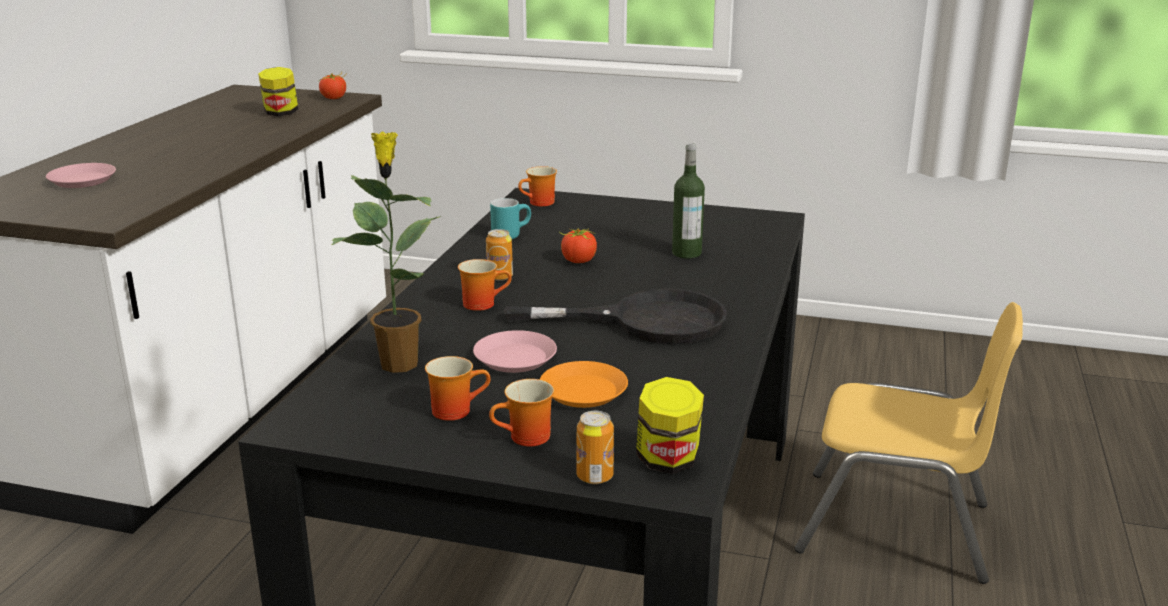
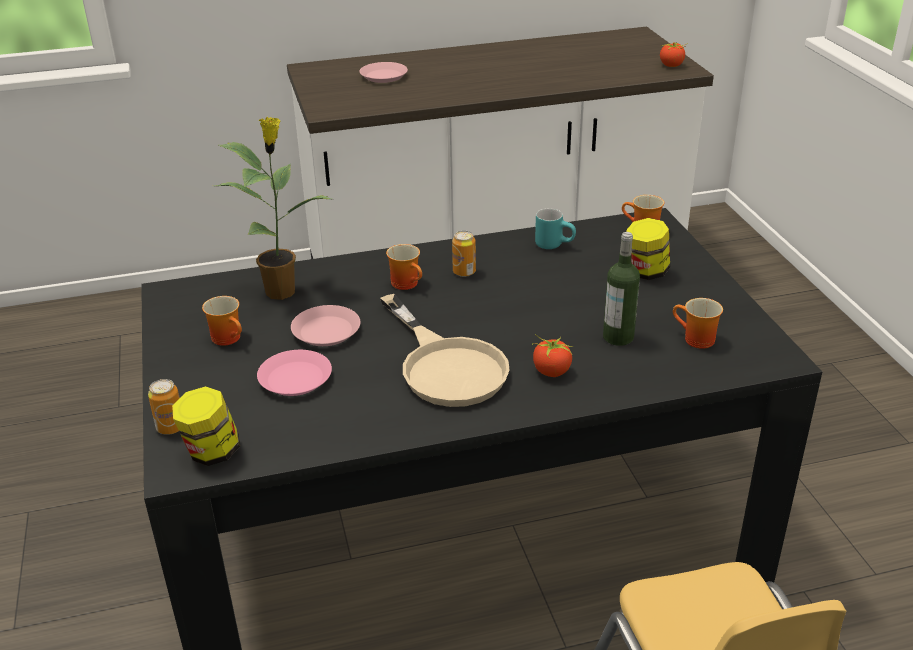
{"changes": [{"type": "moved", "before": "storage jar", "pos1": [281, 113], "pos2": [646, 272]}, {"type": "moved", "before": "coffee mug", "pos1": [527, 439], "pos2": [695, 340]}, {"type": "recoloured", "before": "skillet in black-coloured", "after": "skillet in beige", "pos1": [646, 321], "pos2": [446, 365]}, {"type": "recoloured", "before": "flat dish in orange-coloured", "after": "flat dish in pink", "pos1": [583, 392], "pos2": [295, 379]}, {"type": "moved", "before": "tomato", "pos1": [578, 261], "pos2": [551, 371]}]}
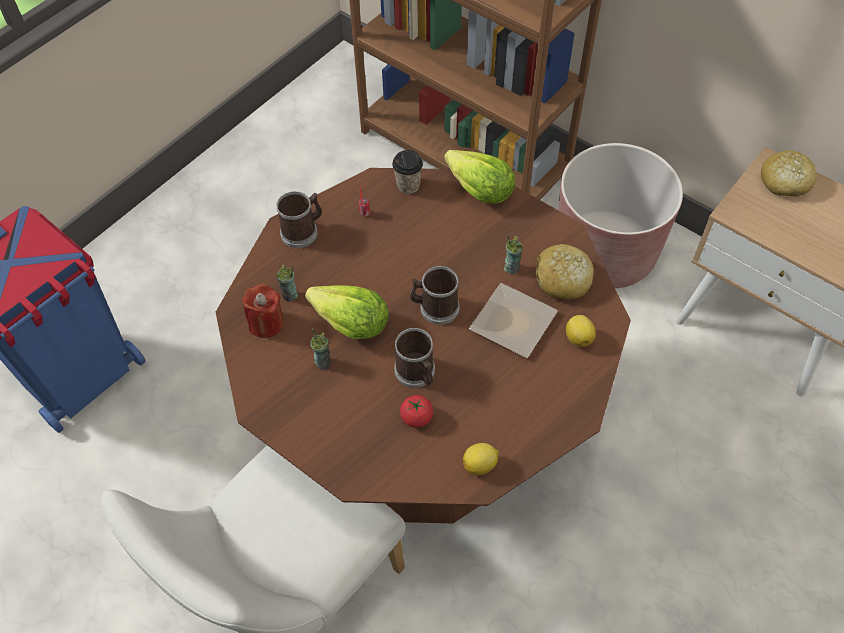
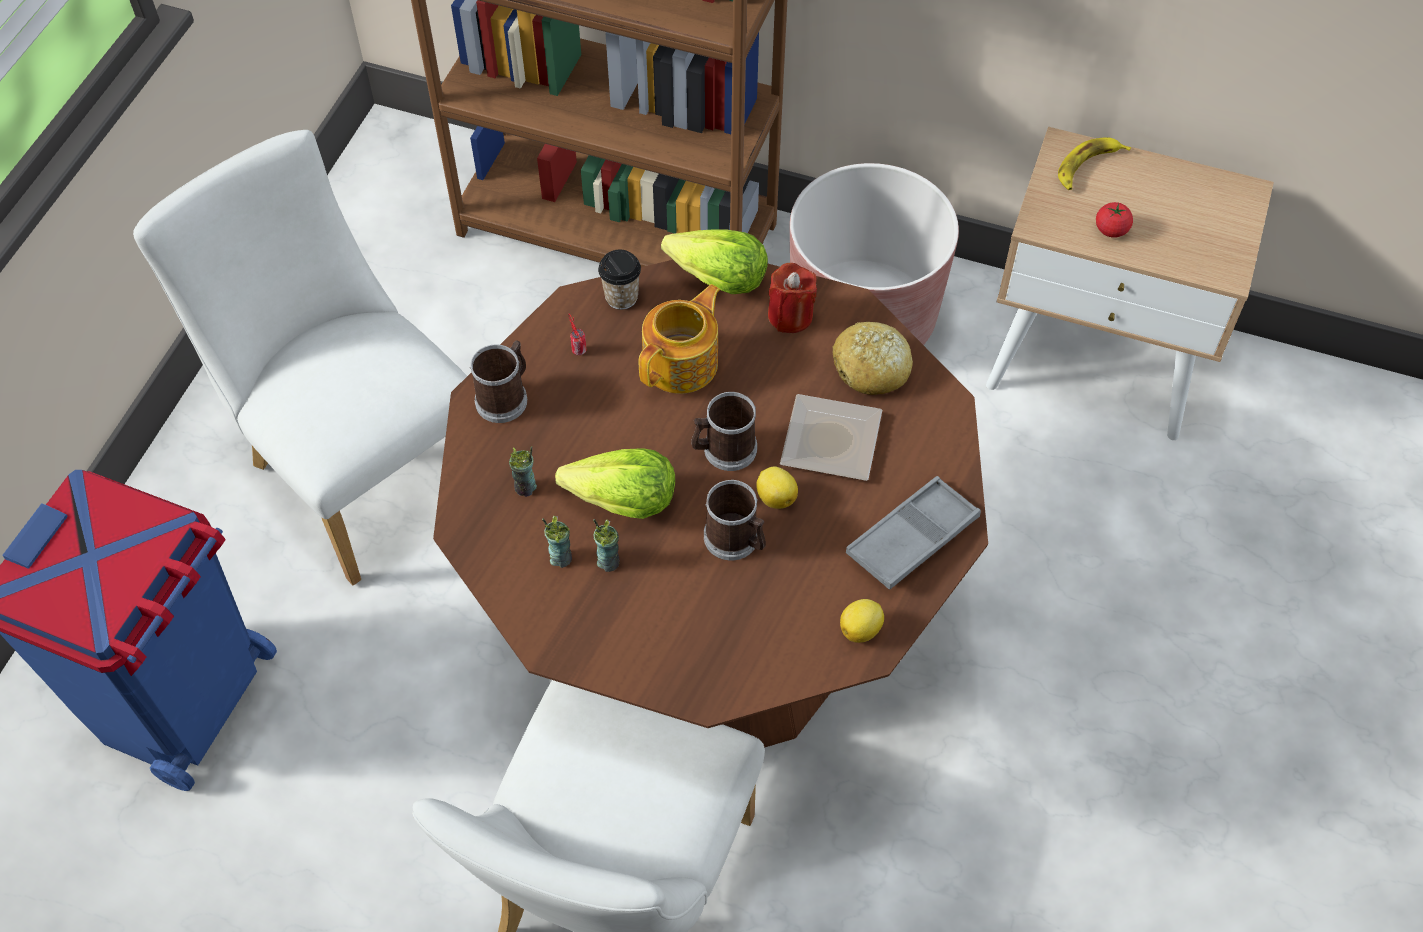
{"changes": [{"type": "moved", "before": "wax light in red", "pos1": [266, 323], "pos2": [790, 316]}, {"type": "moved", "before": "tomato", "pos1": [416, 417], "pos2": [1111, 230]}, {"type": "moved", "before": "cup", "pos1": [511, 268], "pos2": [560, 557]}, {"type": "moved", "before": "citrus fruit", "pos1": [578, 337], "pos2": [775, 497]}, {"type": "replaced", "before": "baked bread", "after": "banana fruit", "pos1": [784, 181], "pos2": [1088, 167]}, {"type": "added", "after": "upright chair in white-coloured", "pos2": [359, 466]}, {"type": "added", "after": "teapot", "pos2": [682, 363]}, {"type": "added", "after": "serving tray in greyish", "pos2": [912, 538]}]}
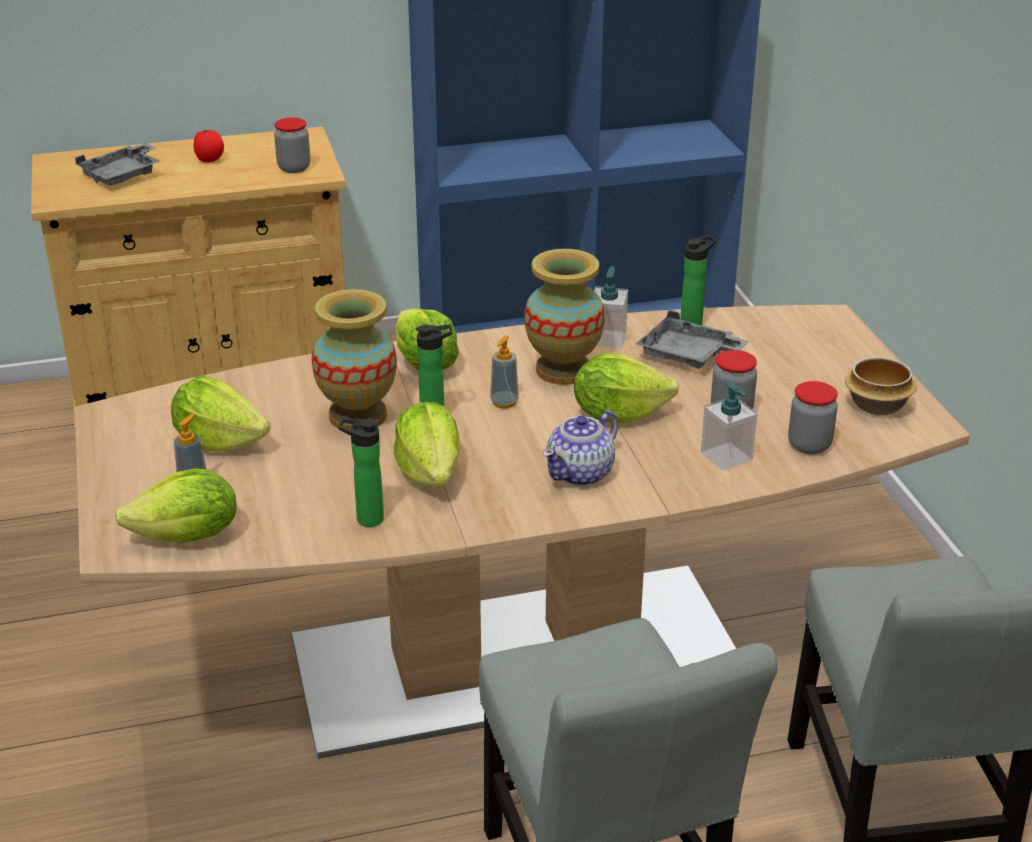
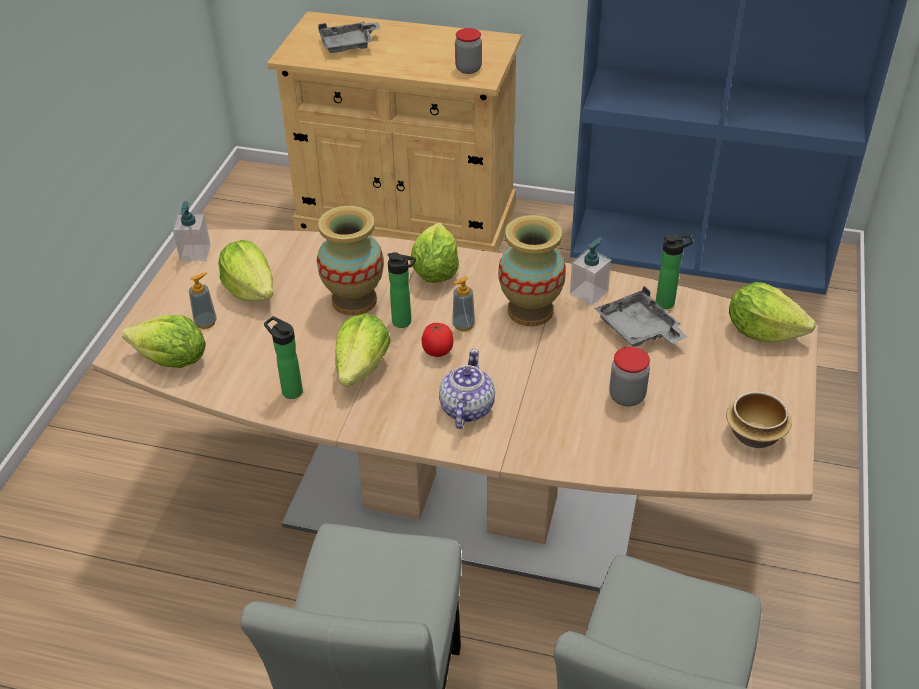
{"changes": [{"type": "moved", "before": "tomato", "pos1": [210, 160], "pos2": [438, 352]}, {"type": "turned", "before": "teapot", "pos1": [581, 473], "pos2": [466, 409], "turn": 120}, {"type": "moved", "before": "lettuce head", "pos1": [618, 414], "pos2": [762, 331]}, {"type": "moved", "before": "liquid soap bottle", "pos1": [726, 456], "pos2": [195, 253]}, {"type": "removed", "before": "storage jar", "pos1": [809, 445]}]}
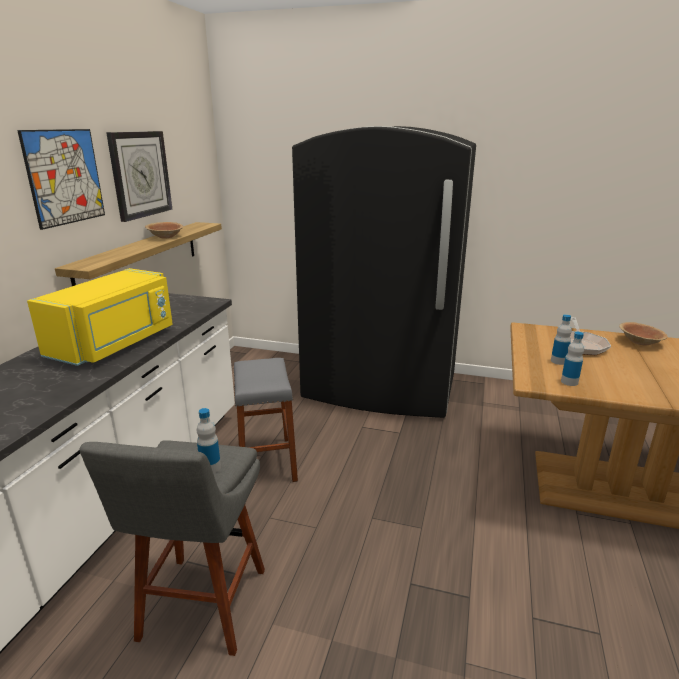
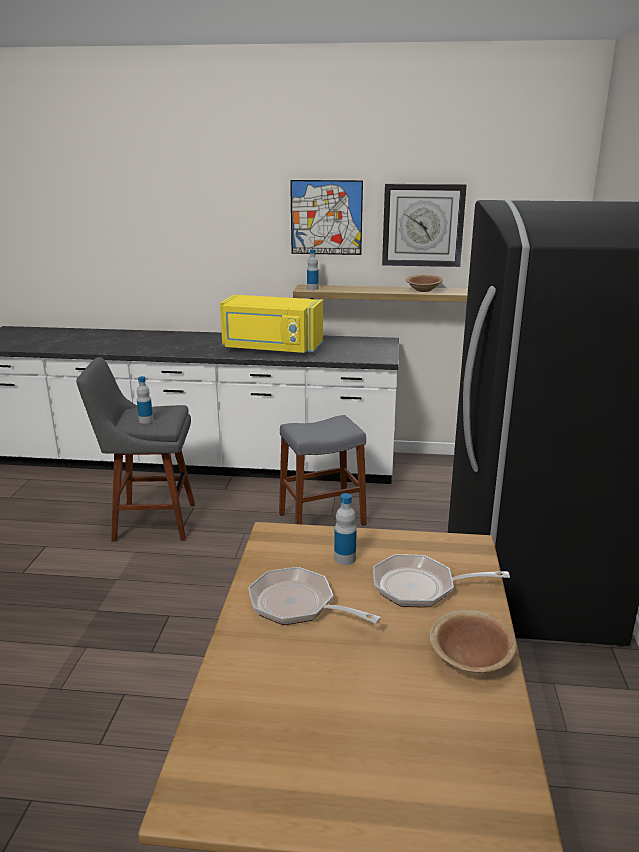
{"changes": [{"type": "moved", "before": "bottle", "pos1": [569, 382], "pos2": [312, 288]}, {"type": "added", "after": "skillet", "pos2": [298, 605]}]}
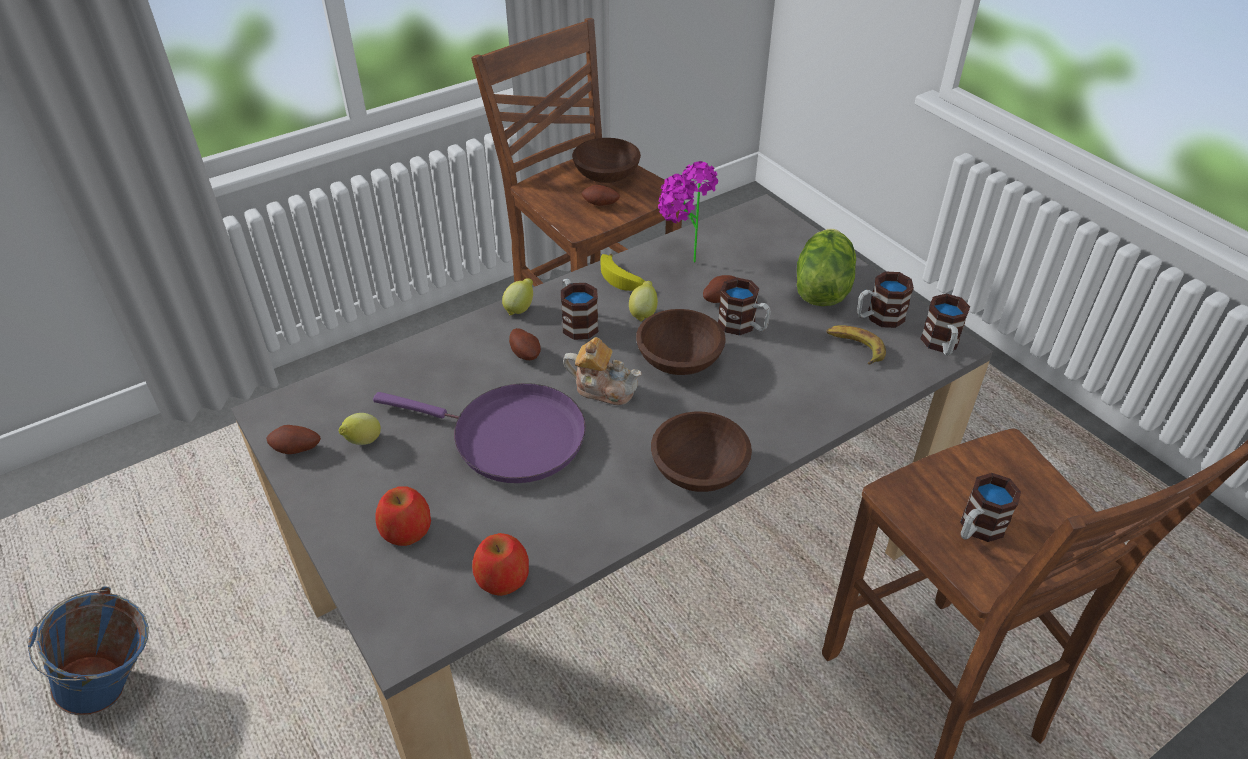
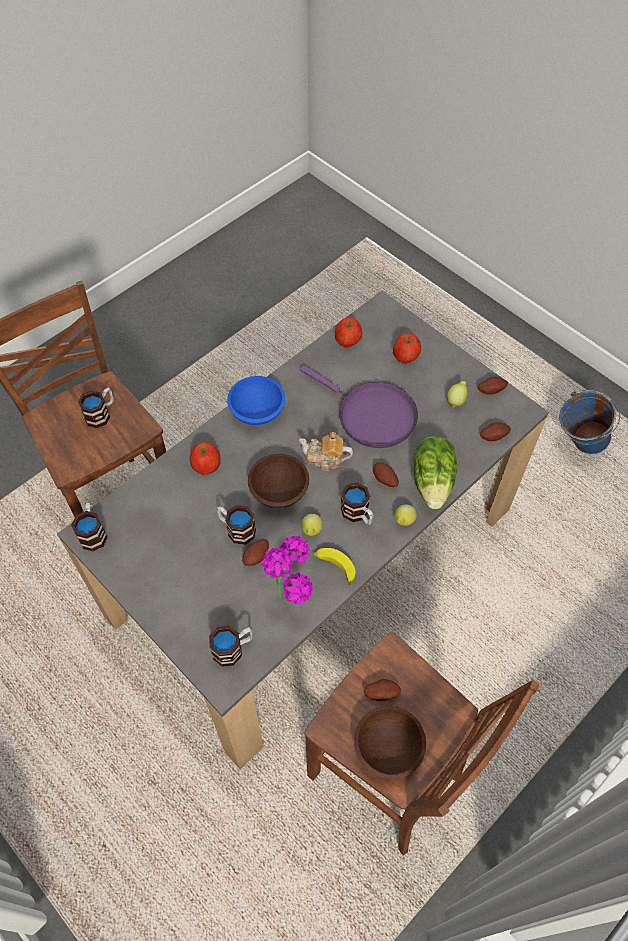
{"changes": [{"type": "turned", "before": "skillet in purple-coloured", "pos1": [510, 437], "pos2": [372, 415], "turn": -150}, {"type": "recoloured", "before": "bowl in brown-coloured", "after": "bowl in bluish", "pos1": [697, 470], "pos2": [258, 410]}, {"type": "moved", "before": "lettuce head", "pos1": [820, 289], "pos2": [433, 481]}, {"type": "removed", "before": "banana fruit", "pos1": [854, 347]}, {"type": "moved", "before": "coffee mug", "pos1": [878, 317], "pos2": [233, 649]}, {"type": "added", "after": "apple fruit", "pos2": [206, 465]}, {"type": "added", "after": "potato", "pos2": [493, 436]}]}
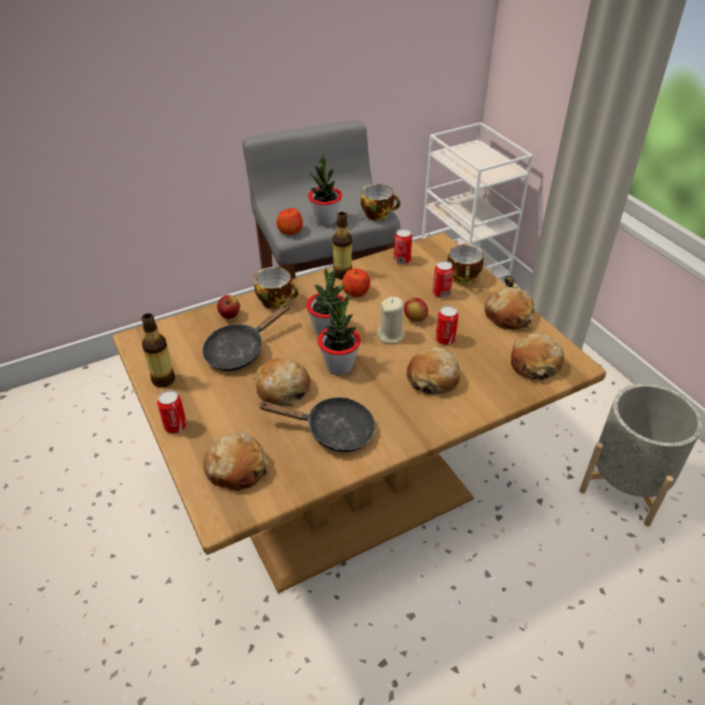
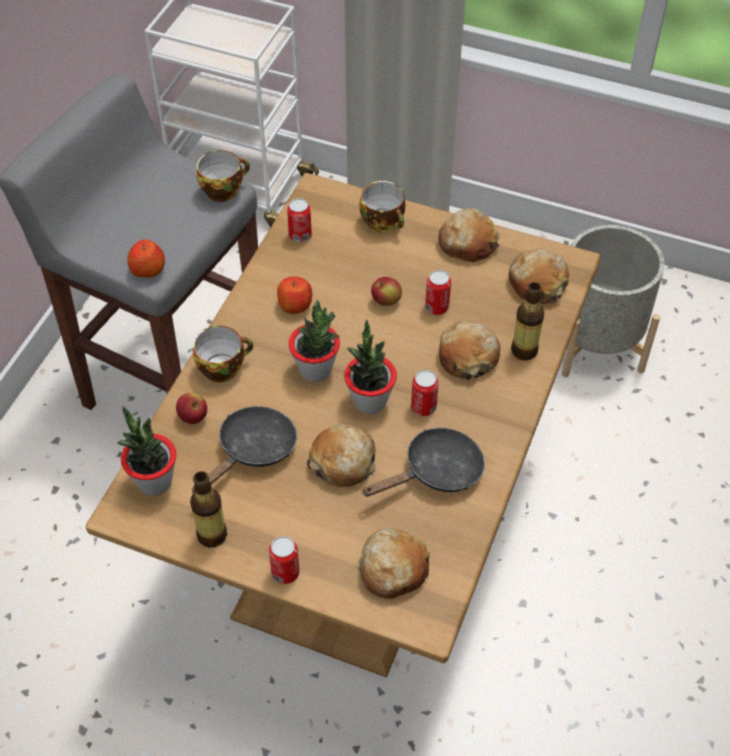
{"changes": [{"type": "turned", "before": "skillet in black-coloured", "pos1": [239, 351], "pos2": [253, 451], "turn": -150}, {"type": "moved", "before": "houseplant", "pos1": [325, 220], "pos2": [154, 481]}, {"type": "moved", "before": "bottle", "pos1": [342, 274], "pos2": [524, 350]}, {"type": "removed", "before": "wax light in beige", "pos1": [391, 335]}, {"type": "moved", "before": "can", "pos1": [441, 293], "pos2": [423, 407]}]}
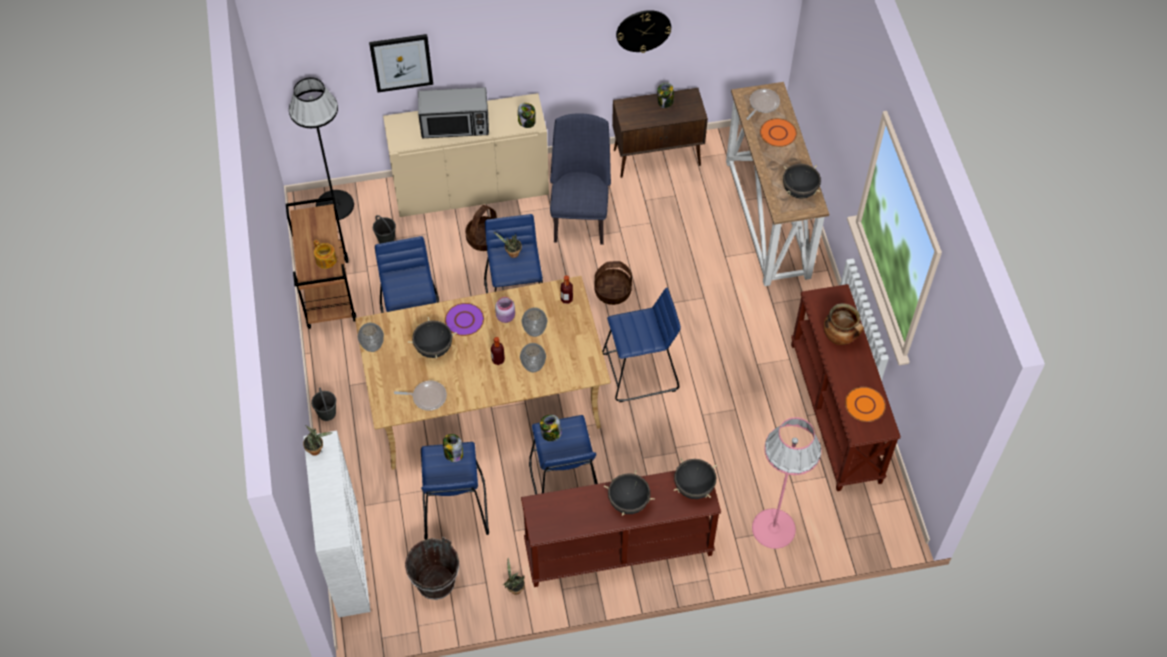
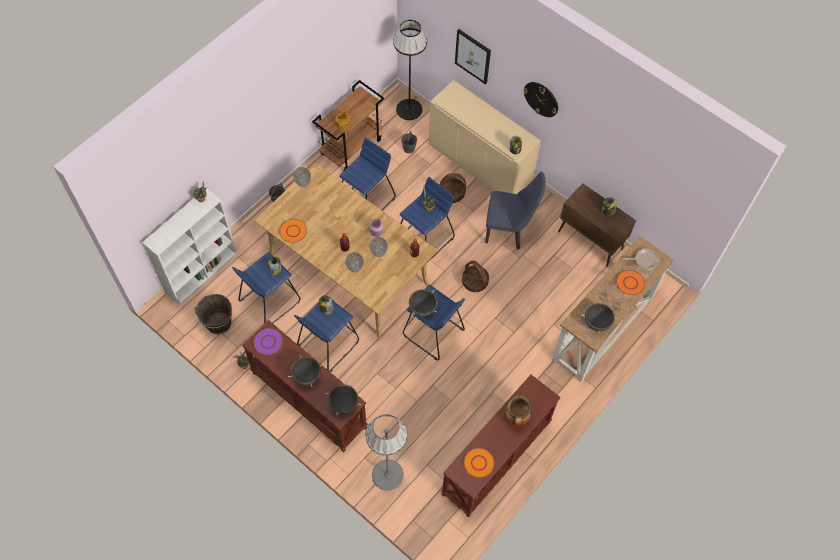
{"changes": [{"type": "replaced", "before": "skillet", "after": "flat dish in orange-coloured", "pos1": [427, 397], "pos2": [293, 231]}, {"type": "moved", "before": "stockpot in black-coloured", "pos1": [434, 348], "pos2": [422, 308]}, {"type": "removed", "before": "microwave oven", "pos1": [455, 125]}, {"type": "moved", "before": "flat dish in purple-coloured", "pos1": [464, 320], "pos2": [268, 342]}, {"type": "turned", "before": "upright chair in bluish", "pos1": [580, 219], "pos2": [509, 231], "turn": 45}, {"type": "moved", "before": "hanging clock", "pos1": [643, 30], "pos2": [541, 99]}, {"type": "recoloured", "before": "floor lamp in pink", "after": "floor lamp in greyish", "pos1": [773, 528], "pos2": [387, 474]}]}
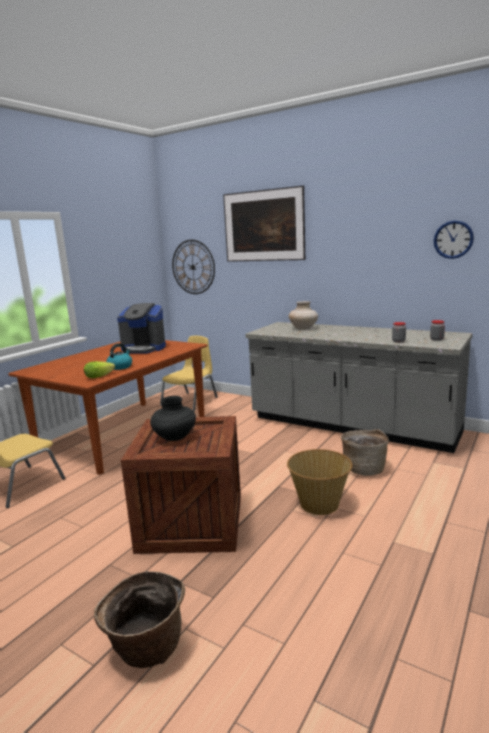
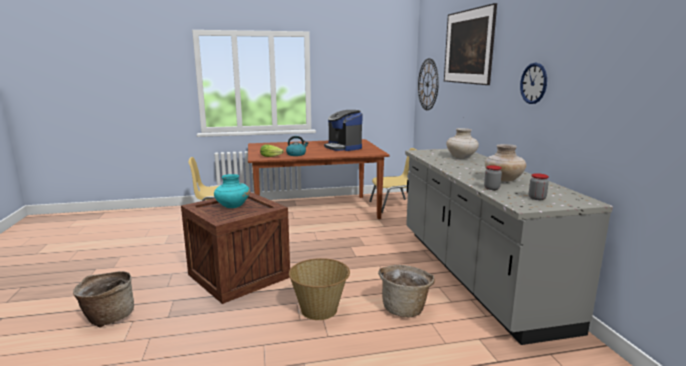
{"changes": [{"type": "recoloured", "before": "flower vase in black-coloured", "after": "flower vase in turquoise", "pos1": [174, 437], "pos2": [232, 206]}, {"type": "moved", "before": "hanging clock", "pos1": [453, 239], "pos2": [533, 83]}, {"type": "added", "after": "flower vase in beige", "pos2": [503, 180]}]}
